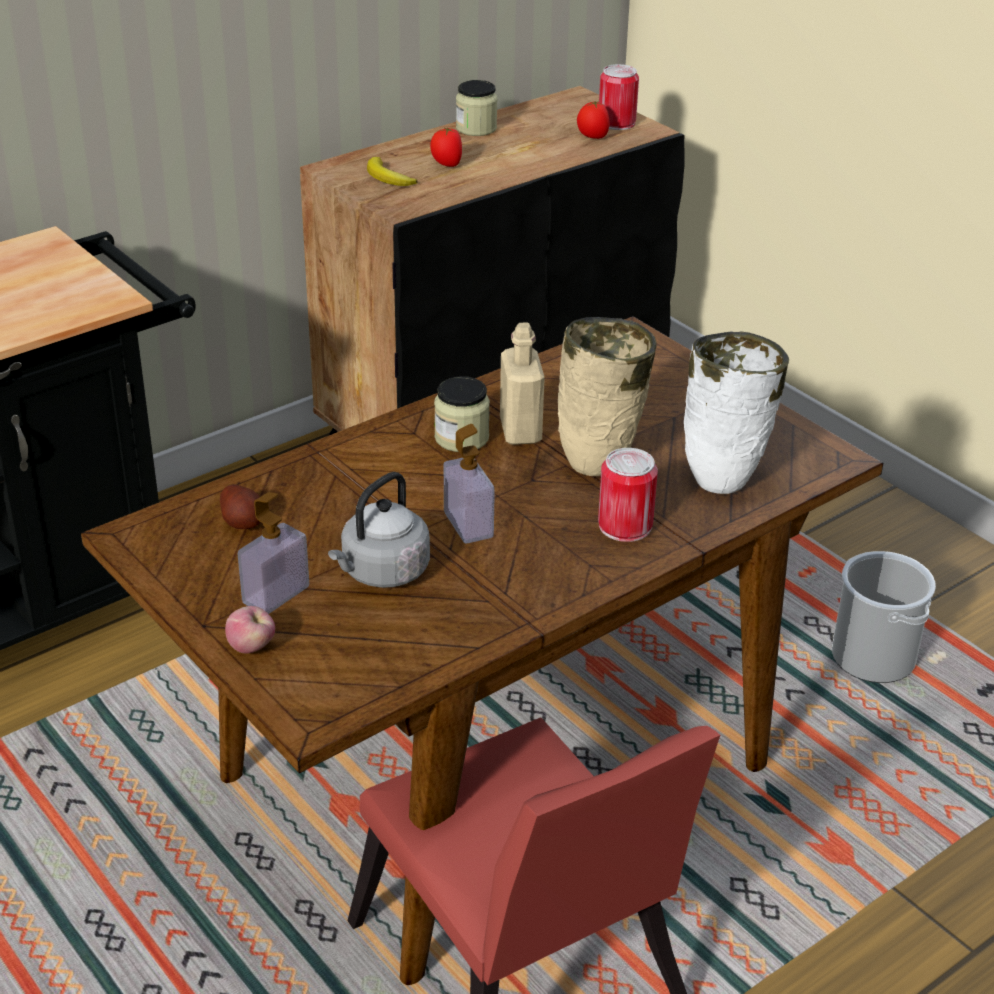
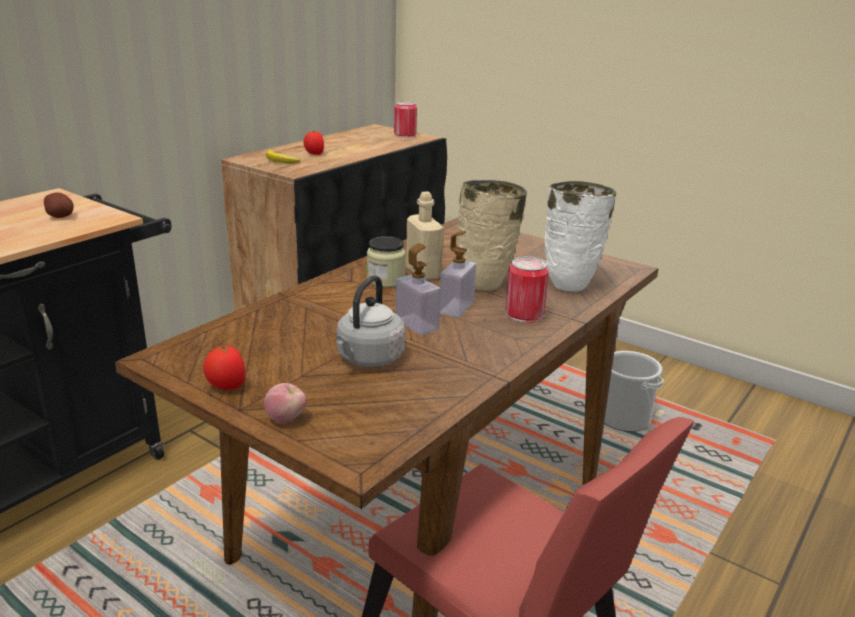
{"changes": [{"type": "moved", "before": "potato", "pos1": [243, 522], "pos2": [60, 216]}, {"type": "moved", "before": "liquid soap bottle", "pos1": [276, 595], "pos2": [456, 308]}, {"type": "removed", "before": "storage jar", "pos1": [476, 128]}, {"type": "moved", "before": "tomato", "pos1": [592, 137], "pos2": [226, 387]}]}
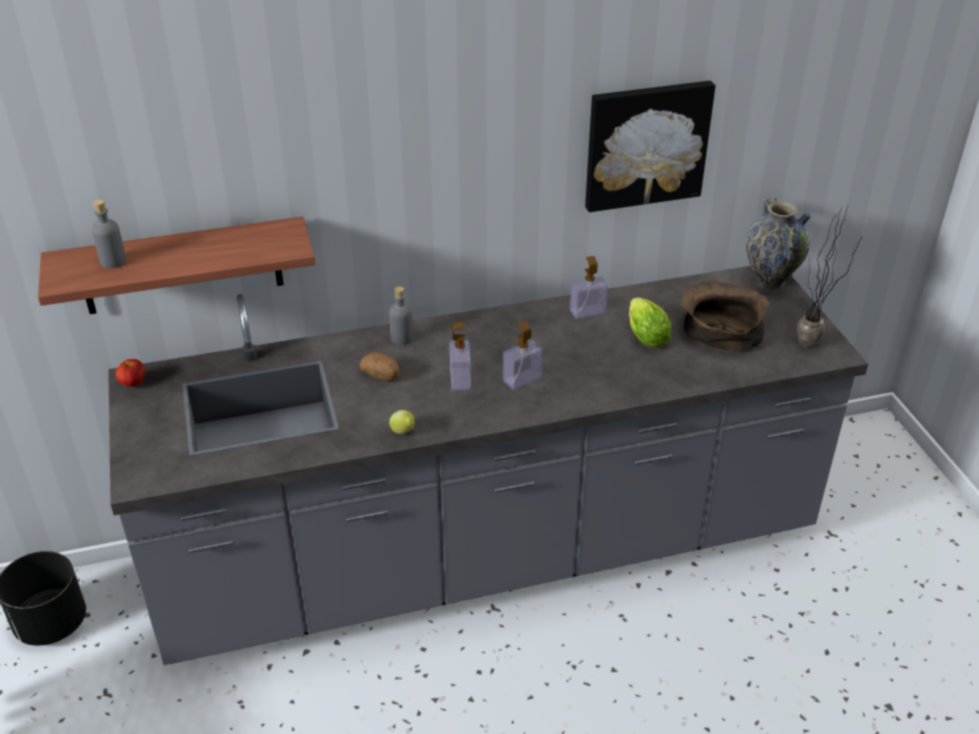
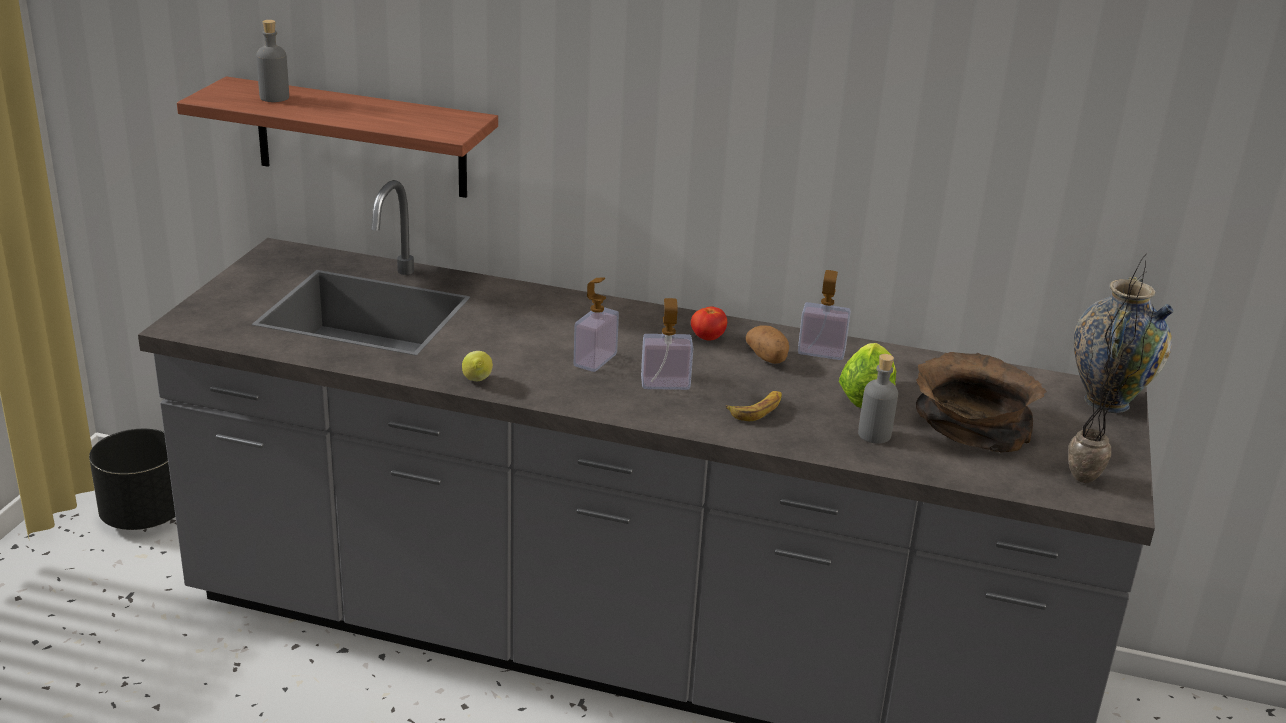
{"changes": [{"type": "moved", "before": "tomato", "pos1": [133, 383], "pos2": [707, 338]}, {"type": "moved", "before": "potato", "pos1": [381, 376], "pos2": [768, 358]}, {"type": "moved", "before": "bottle in greyish", "pos1": [402, 338], "pos2": [874, 435]}, {"type": "removed", "before": "wall art", "pos1": [646, 144]}, {"type": "added", "after": "banana fruit", "pos2": [757, 409]}]}
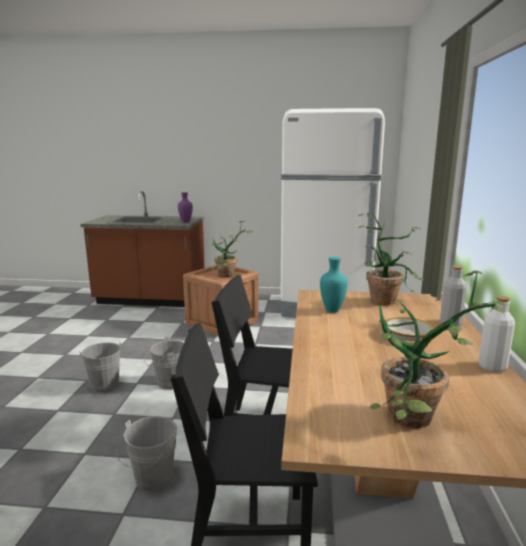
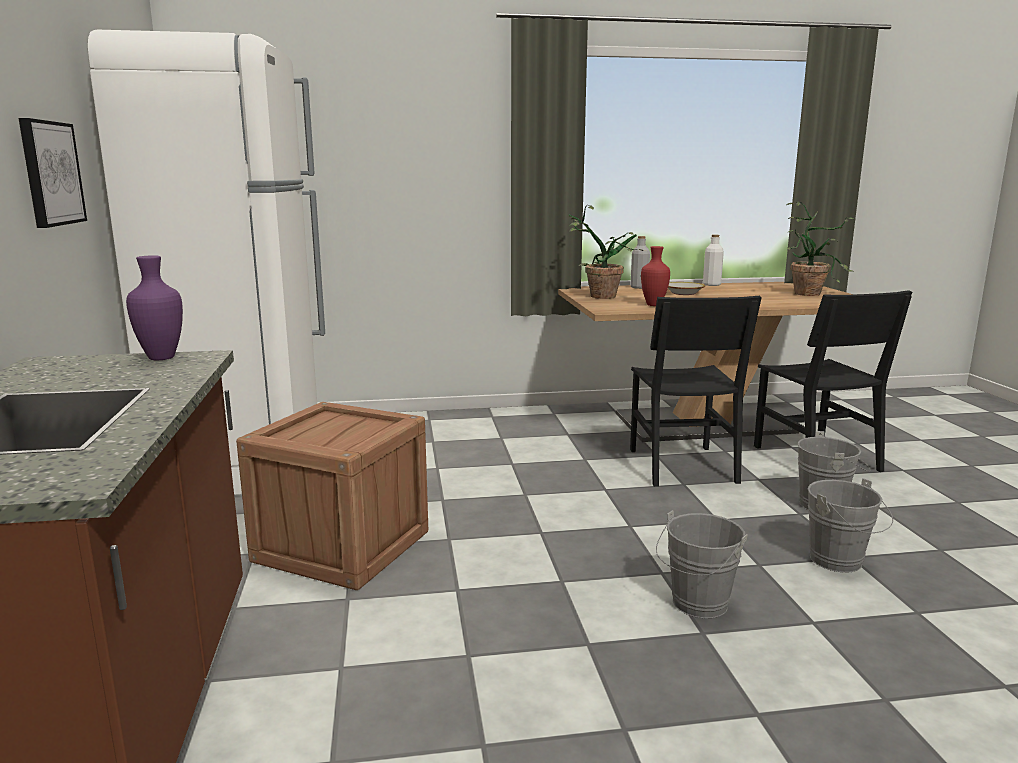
{"changes": [{"type": "moved", "before": "pail in greyish", "pos1": [167, 383], "pos2": [840, 562]}, {"type": "removed", "before": "houseplant", "pos1": [228, 276]}, {"type": "recoloured", "before": "flower vase in turquoise", "after": "flower vase in red", "pos1": [332, 311], "pos2": [654, 305]}, {"type": "added", "after": "wall art", "pos2": [50, 173]}]}
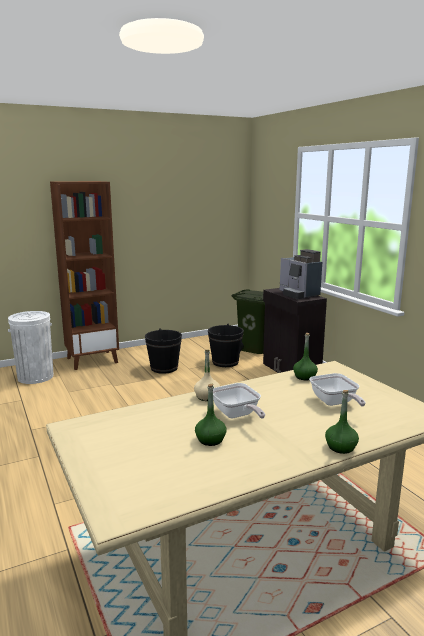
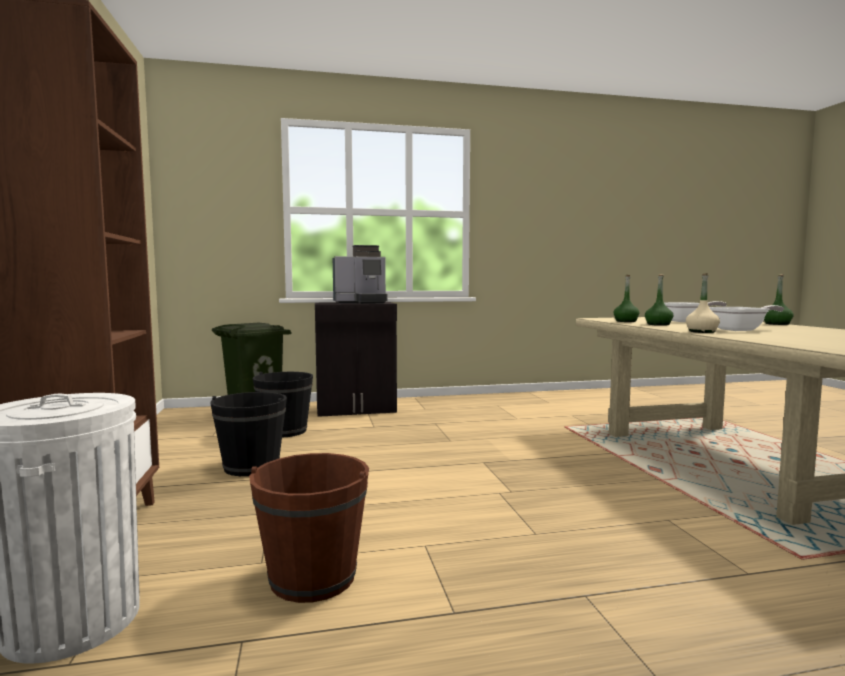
{"changes": [{"type": "moved", "before": "bottle in green-coloured", "pos1": [210, 440], "pos2": [658, 324]}, {"type": "added", "after": "pail in brown-coloured", "pos2": [313, 577]}]}
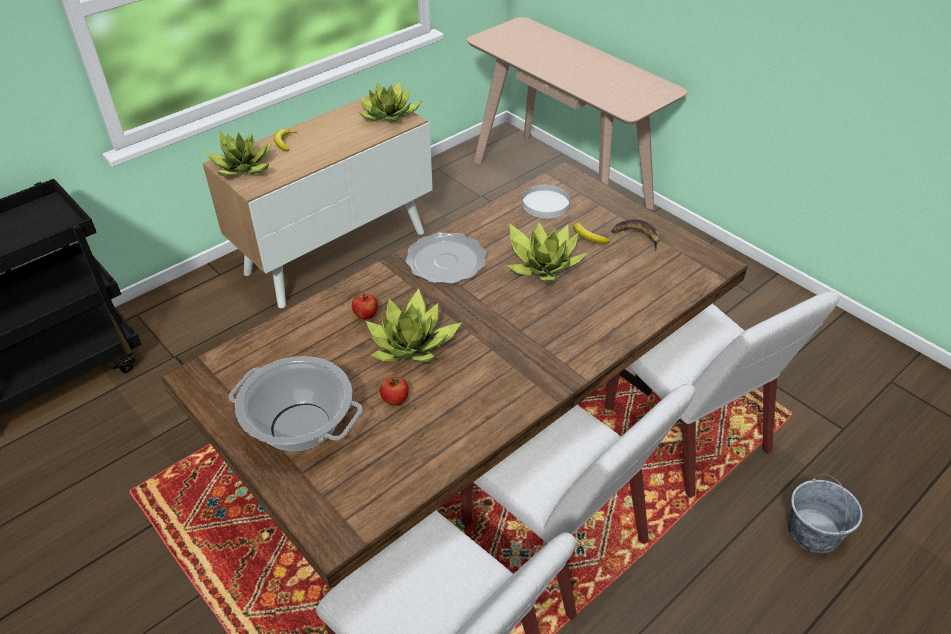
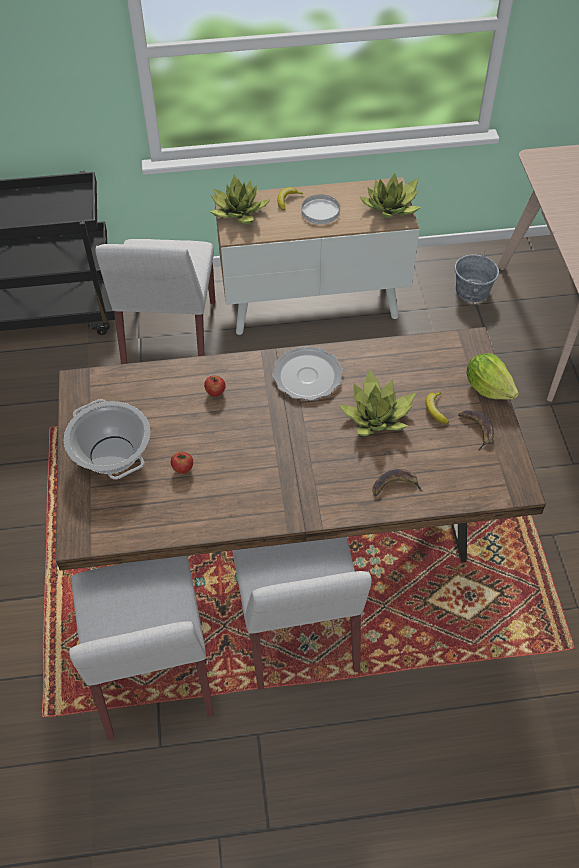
{"changes": [{"type": "removed", "before": "houseplant", "pos1": [412, 344]}, {"type": "moved", "before": "flat dish in white-coloured", "pos1": [545, 203], "pos2": [320, 211]}, {"type": "moved", "before": "upright chair in white-coloured", "pos1": [687, 430], "pos2": [169, 336]}, {"type": "moved", "before": "pail in greyish", "pos1": [813, 531], "pos2": [472, 290]}, {"type": "added", "after": "banana fruit", "pos2": [395, 485]}, {"type": "added", "after": "lettuce head", "pos2": [488, 388]}]}
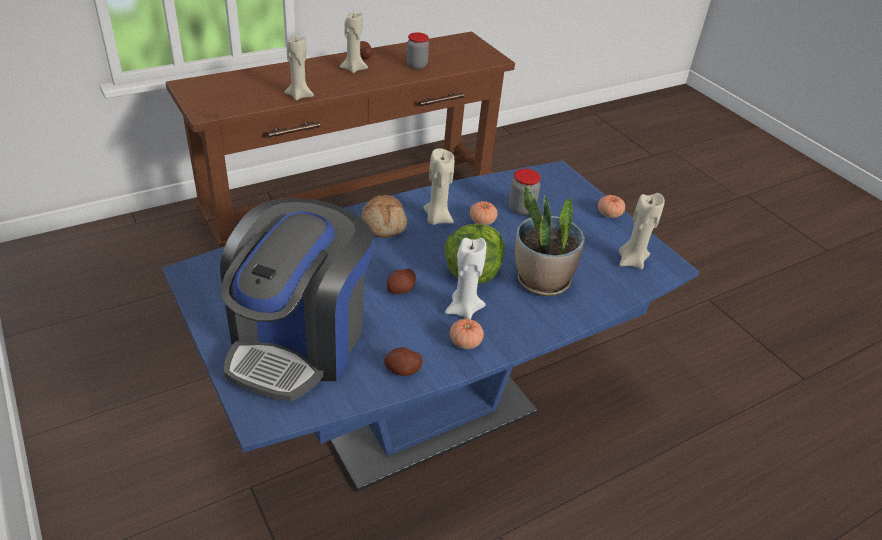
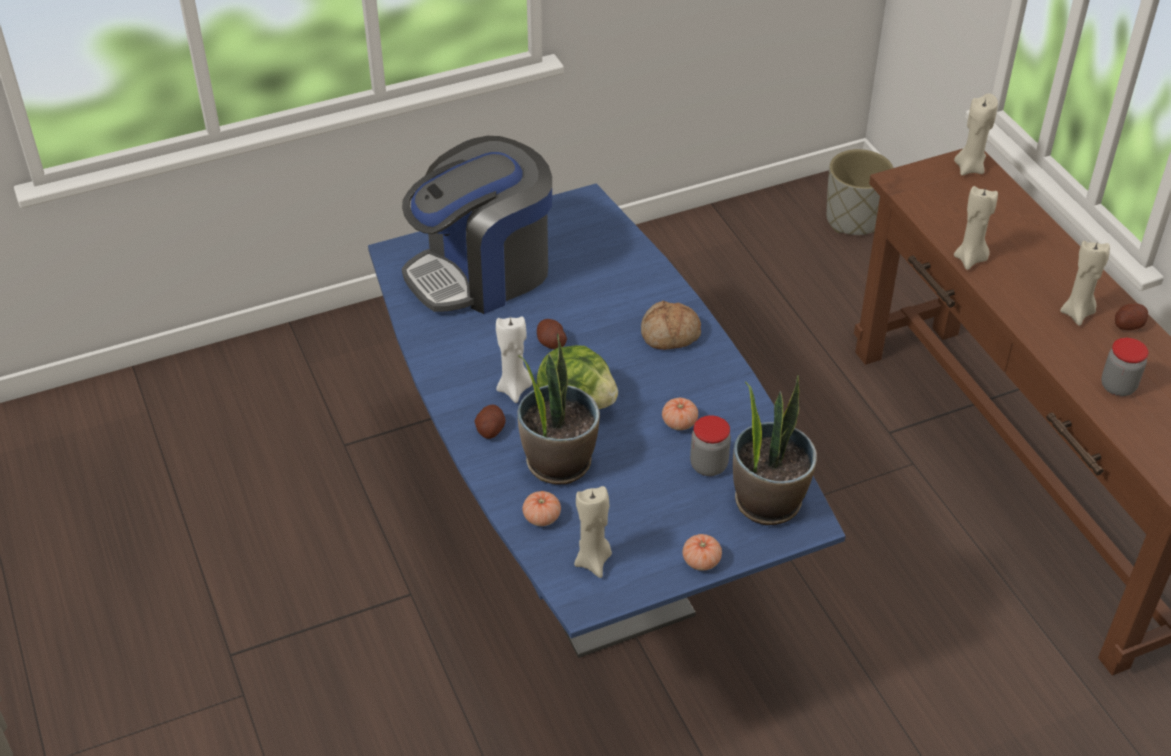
{"changes": [{"type": "turned", "before": "coffee maker", "pos1": [299, 341], "pos2": [482, 272], "turn": -60}, {"type": "moved", "before": "potato", "pos1": [402, 370], "pos2": [490, 430]}, {"type": "moved", "before": "wax light in beige", "pos1": [436, 219], "pos2": [969, 168]}, {"type": "moved", "before": "tomato", "pos1": [465, 342], "pos2": [541, 517]}, {"type": "added", "after": "houseplant", "pos2": [768, 501]}, {"type": "added", "after": "flower pot in greyish", "pos2": [854, 219]}]}
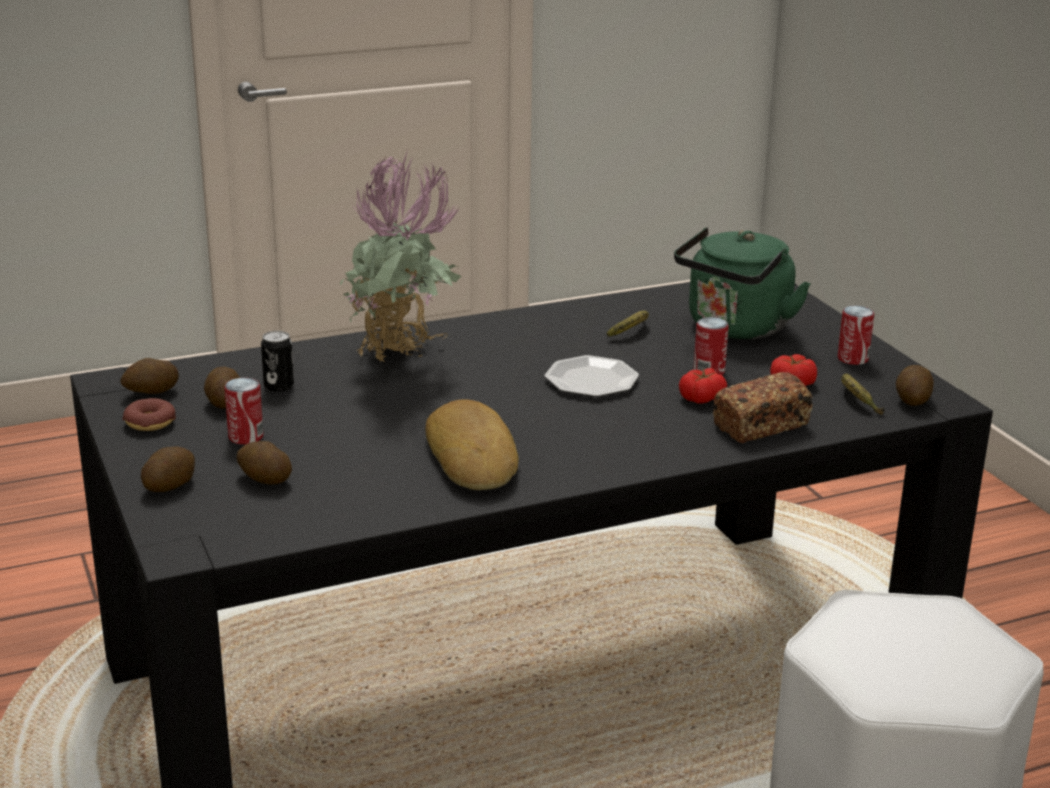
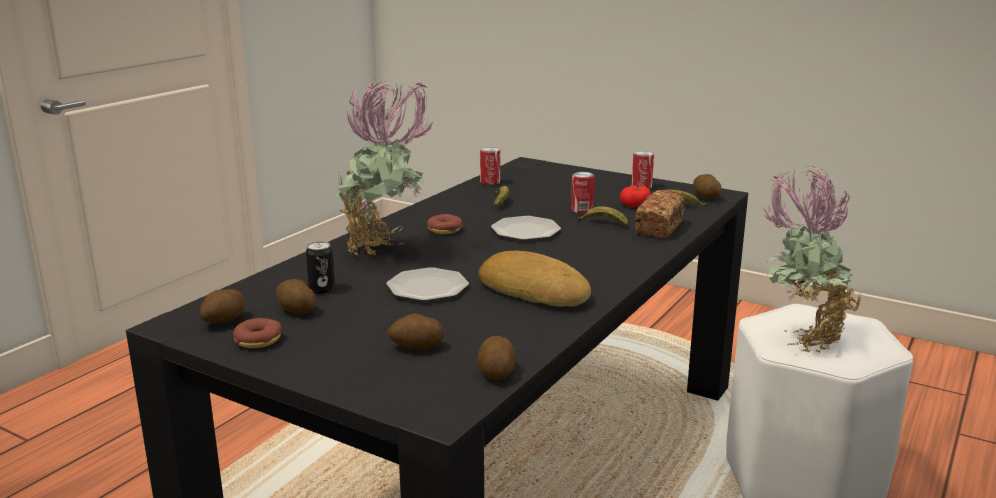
{"changes": [{"type": "moved", "before": "potato", "pos1": [170, 485], "pos2": [496, 372]}, {"type": "moved", "before": "can", "pos1": [246, 437], "pos2": [490, 182]}, {"type": "removed", "before": "water kettle in green-coloured", "pos1": [735, 329]}, {"type": "replaced", "before": "tomato", "after": "banana fruit", "pos1": [701, 398], "pos2": [603, 223]}, {"type": "added", "after": "flat dish", "pos2": [427, 288]}, {"type": "added", "after": "doughnut", "pos2": [444, 230]}, {"type": "added", "after": "houseplant", "pos2": [801, 339]}]}
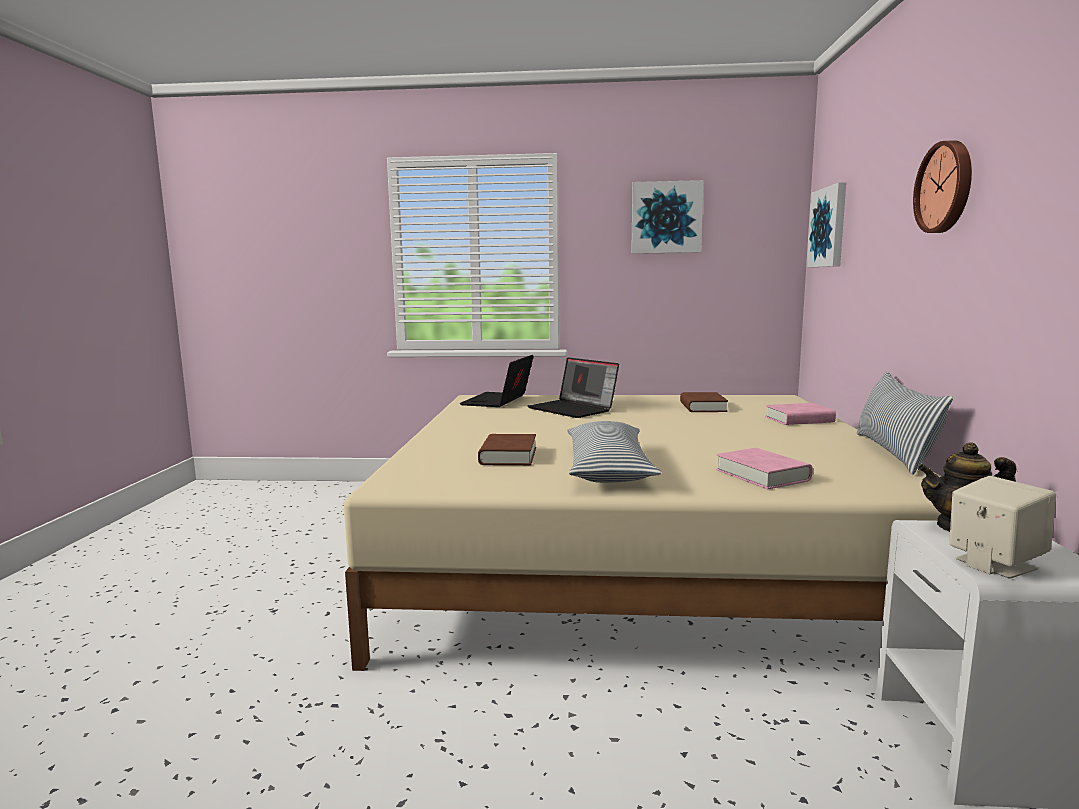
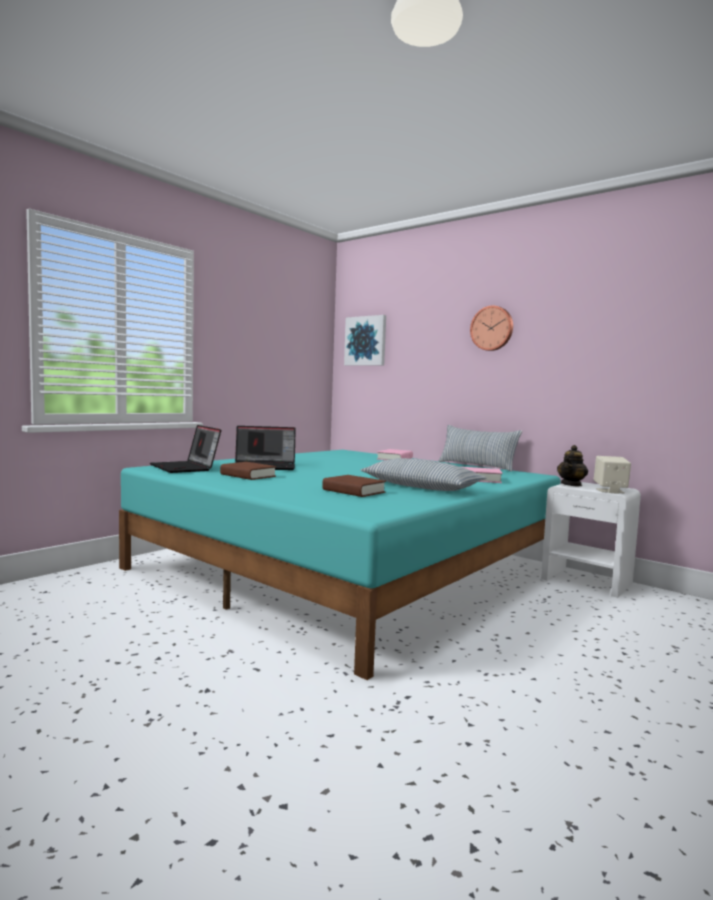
{"changes": [{"type": "recoloured", "before": "sleeping bed in beige", "after": "sleeping bed in turquoise", "pos1": [634, 558], "pos2": [349, 567]}, {"type": "removed", "before": "wall art", "pos1": [666, 217]}, {"type": "moved", "before": "volume in brown-coloured", "pos1": [703, 407], "pos2": [248, 475]}]}
